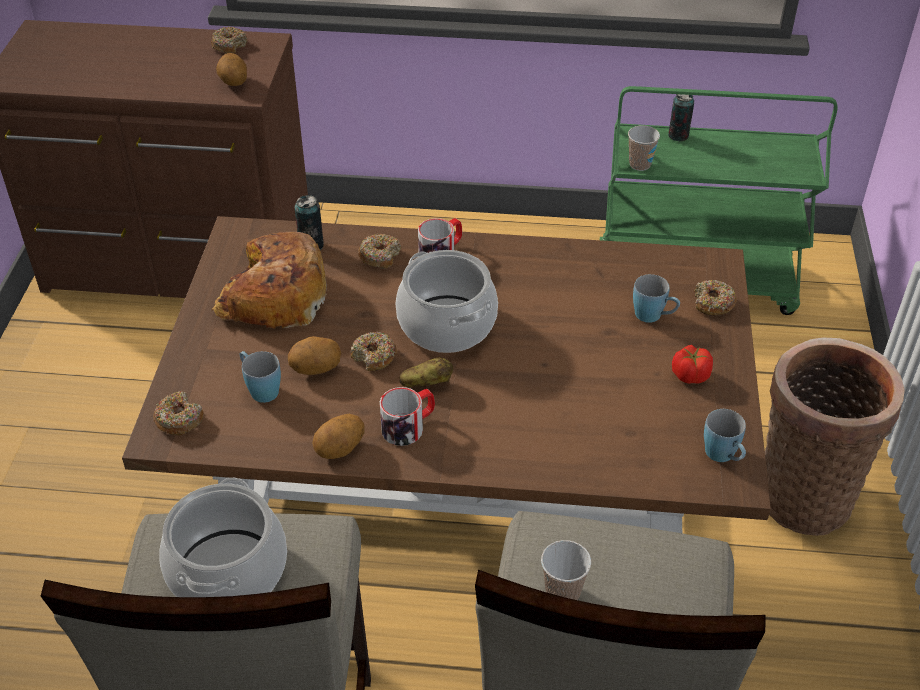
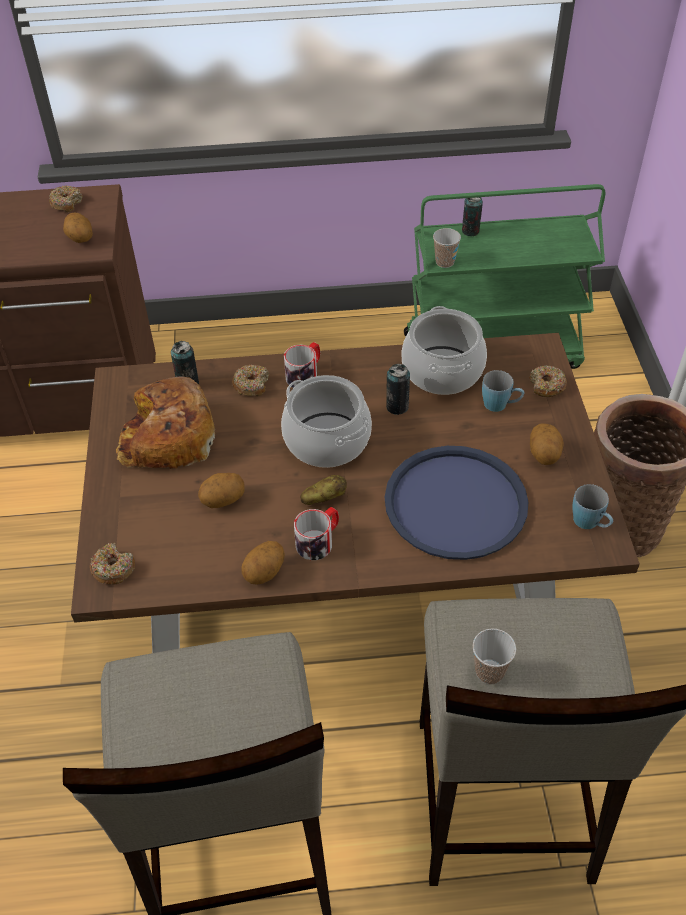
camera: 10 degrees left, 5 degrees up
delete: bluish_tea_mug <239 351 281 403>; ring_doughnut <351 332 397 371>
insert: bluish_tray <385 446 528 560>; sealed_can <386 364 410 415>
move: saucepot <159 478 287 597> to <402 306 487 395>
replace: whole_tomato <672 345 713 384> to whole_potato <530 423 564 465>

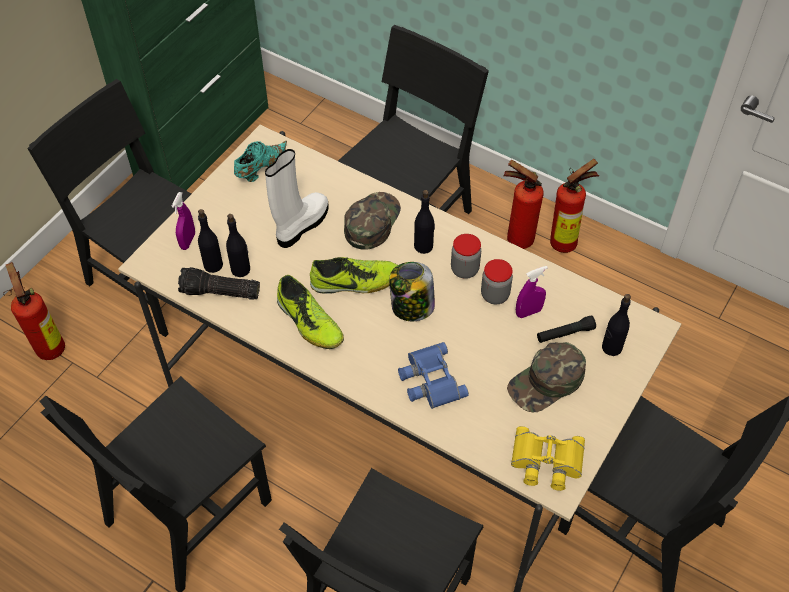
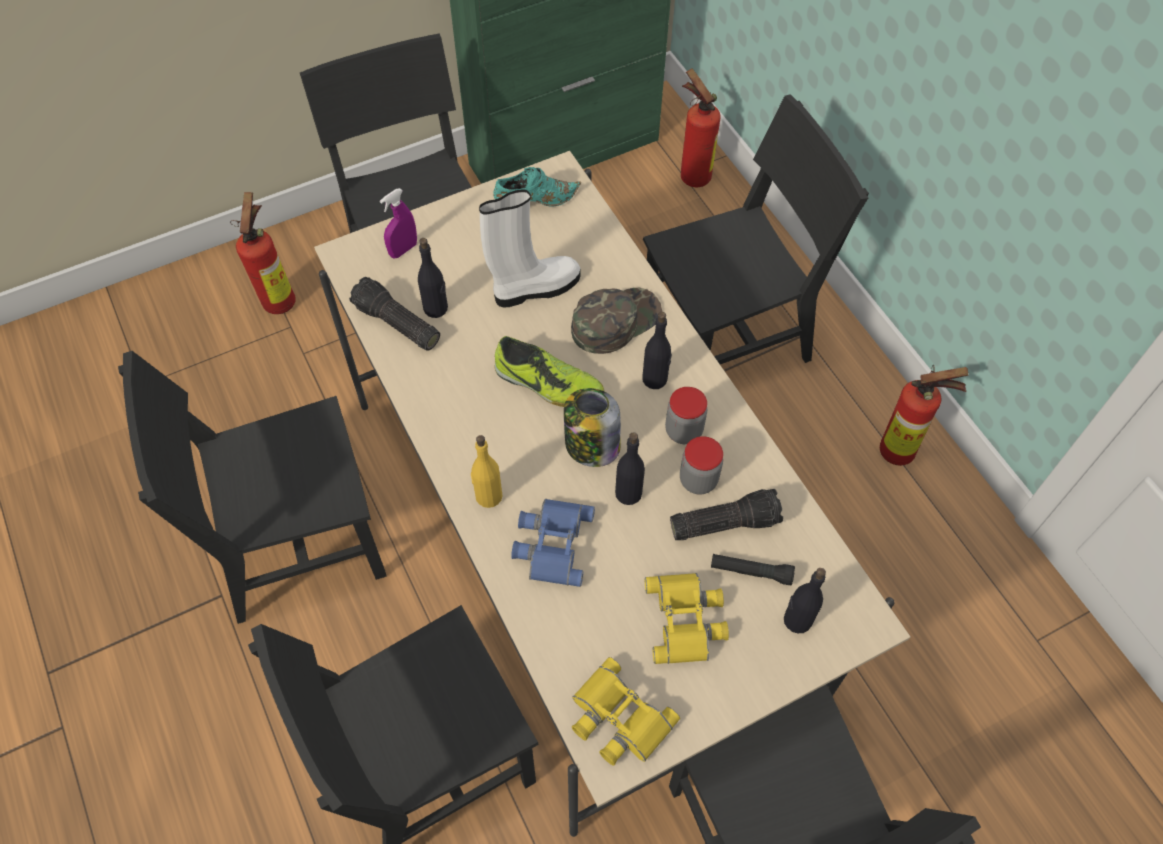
camera: 30 degrees right, 5 degrees up
delete: item_of_footwear <277 275 344 349>
insert: yellowish_bottle <471 435 503 508>
move: blackish_bottle <198 209 223 273> to <615 432 645 505>; fire-fighting_cylinder <503 160 544 249> to <681 68 720 187>
replace: greenish_baseball_cap <507 342 586 412> to yellowish_field_glasses <645 573 729 664>; purplish_sprayer <516 266 548 318> to torch <670 489 783 540>

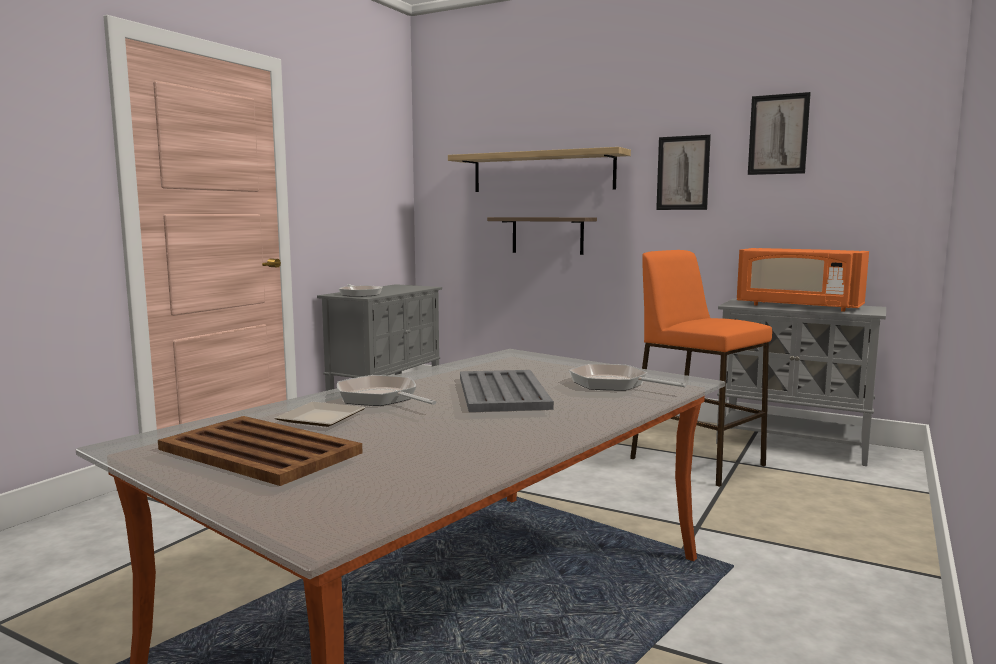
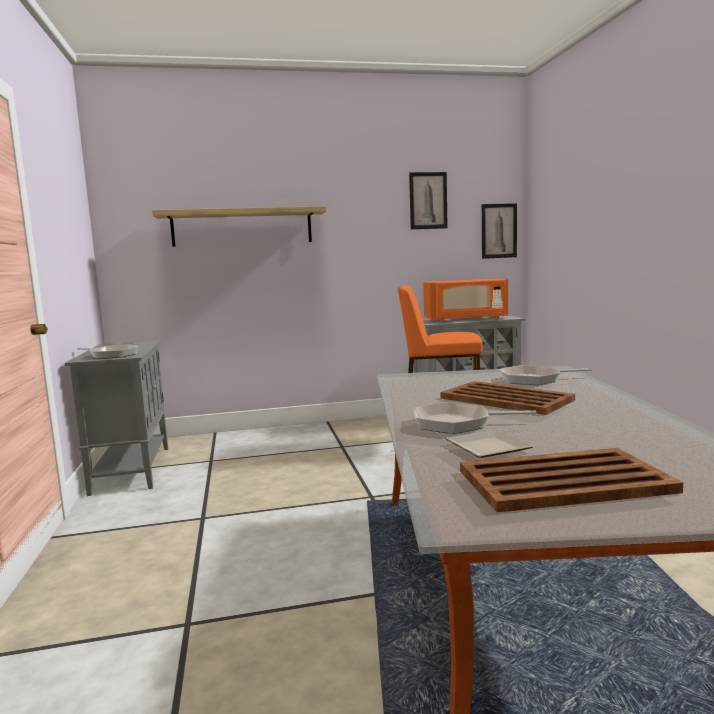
camera: 40 degrees left, 0 degrees up
delete: wall_shelf <487 217 597 255>
move: wall_picture <656 135 711 210> to <482 203 517 259>
recolor: gray_tray <460 370 554 412> to brown-coloured_tray <440 381 575 415>

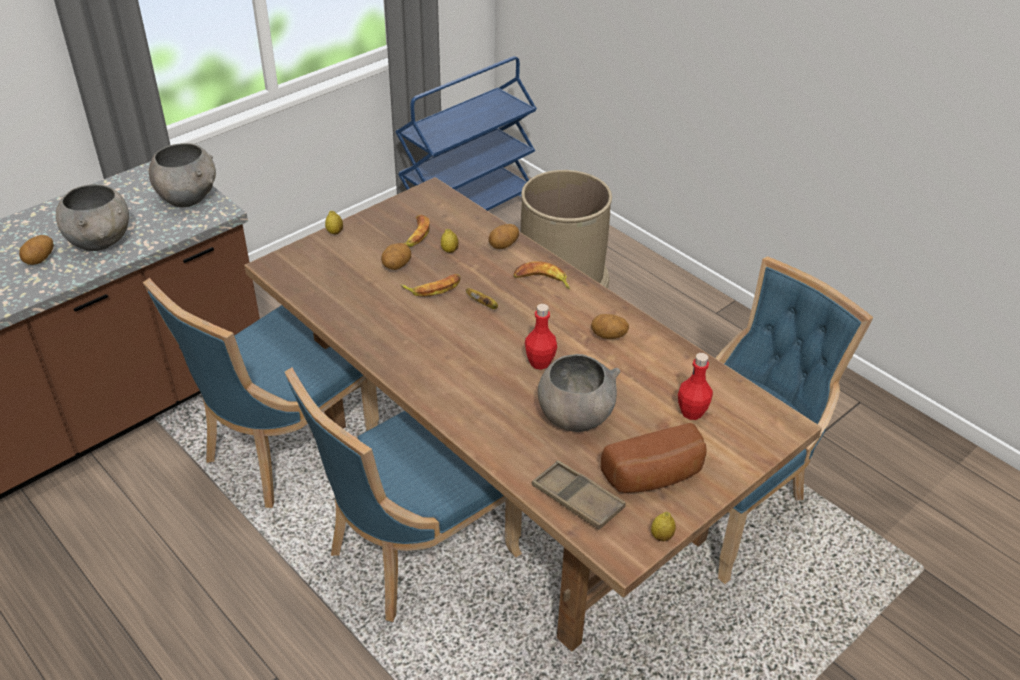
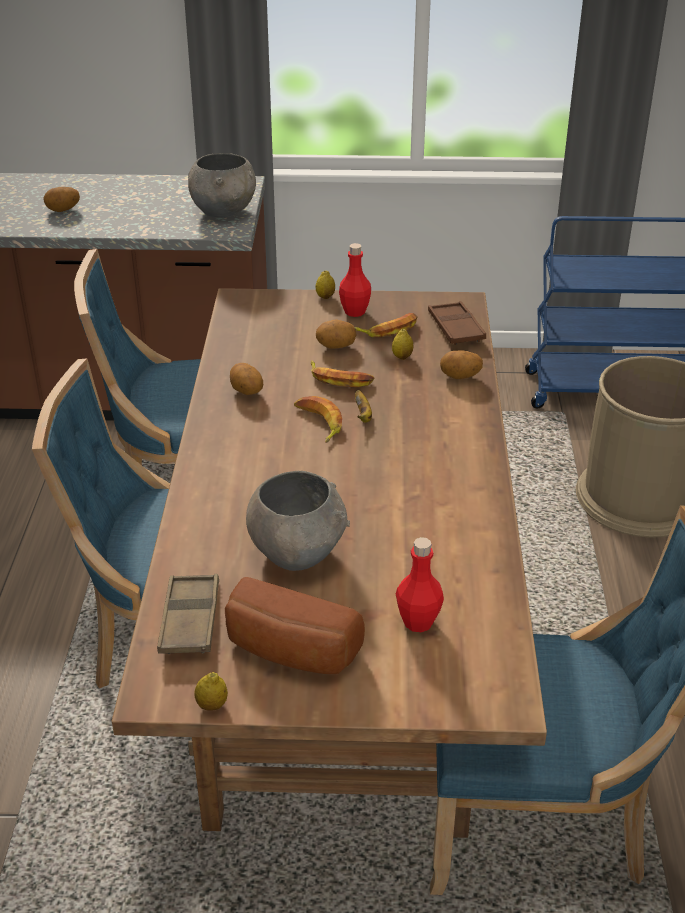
camera: 45 degrees right, 5 degrees down
delete: gray_deep_dish <56 184 129 251>
insert: brown-coloured_tray <428 301 486 345>
move: banana <513 261 570 290> to <294 396 342 443>; reddish_bottle <525 304 557 370> to <339 243 371 317>; whole_potato <591 314 629 339> to <230 363 263 395>

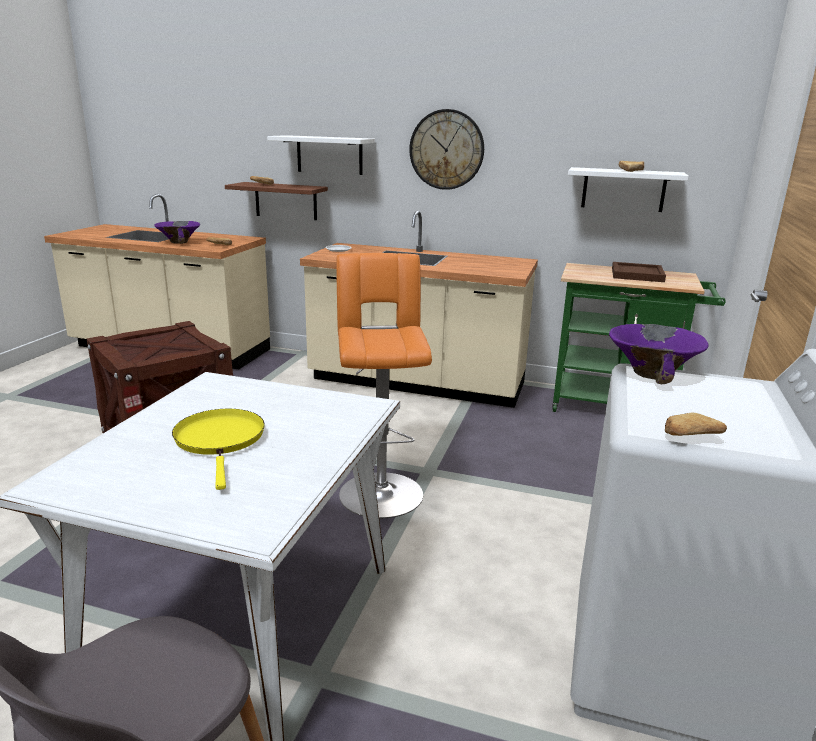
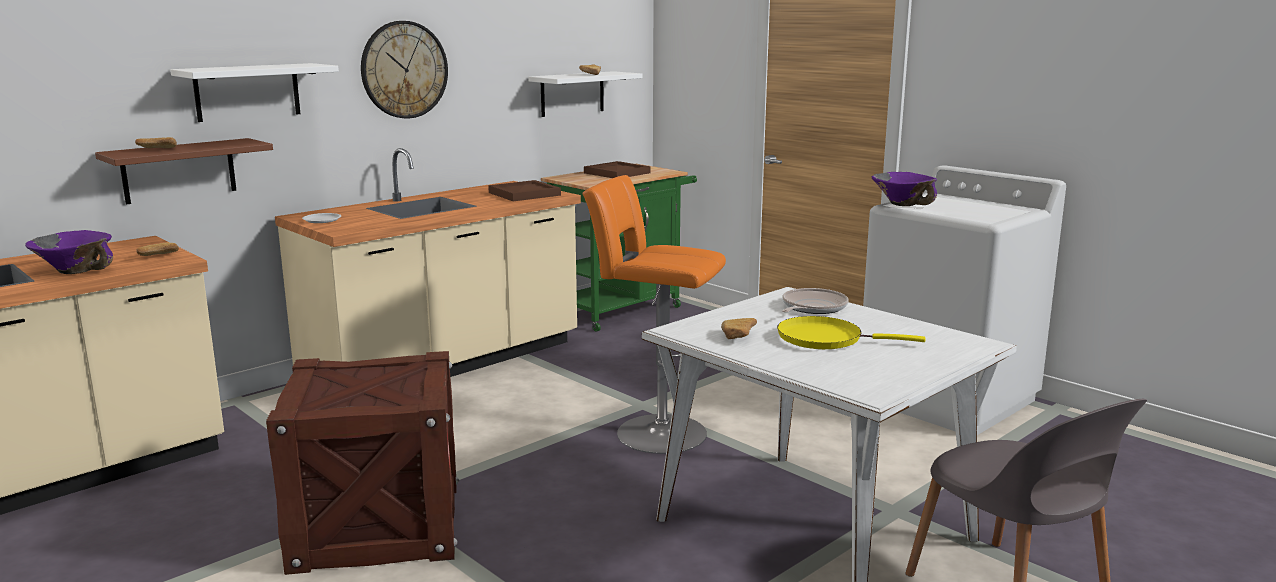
camera: 60 degrees left, 5 degrees down
insert: brown-coloured_tray <488 180 561 201>; frying_pan <782 288 849 314>
move: baked_bread <665 413 727 436> to <721 318 757 339>

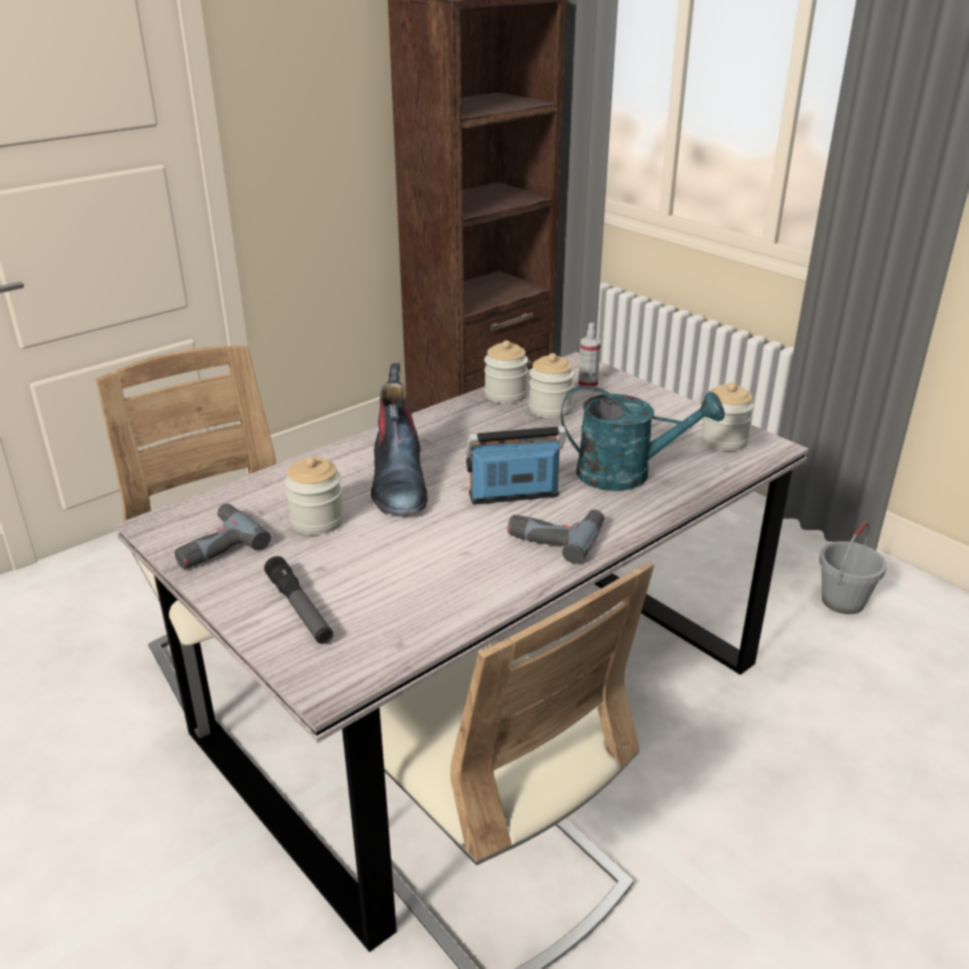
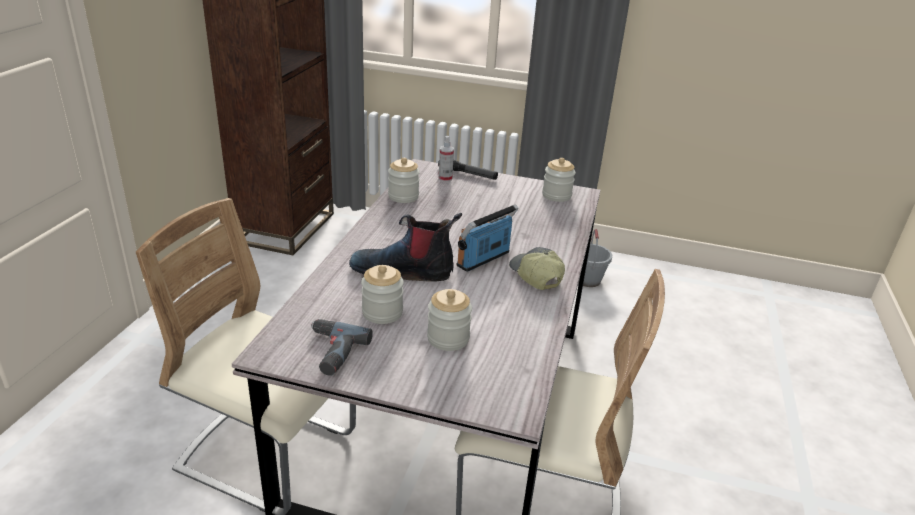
camera: 35 degrees left, 0 degrees up
delete: blue-green_sprinkling_can <561 385 725 491>
move: torch <264 556 333 644> to <438 160 498 180>; preserve_jar <529 353 575 418> to <427 289 472 351>
replace: electric_drill <508 510 604 564> to baseball_cap <509 247 565 290>
rotate: boot <371 363 427 515> = <349 213 462 282> 135 degrees clockwise

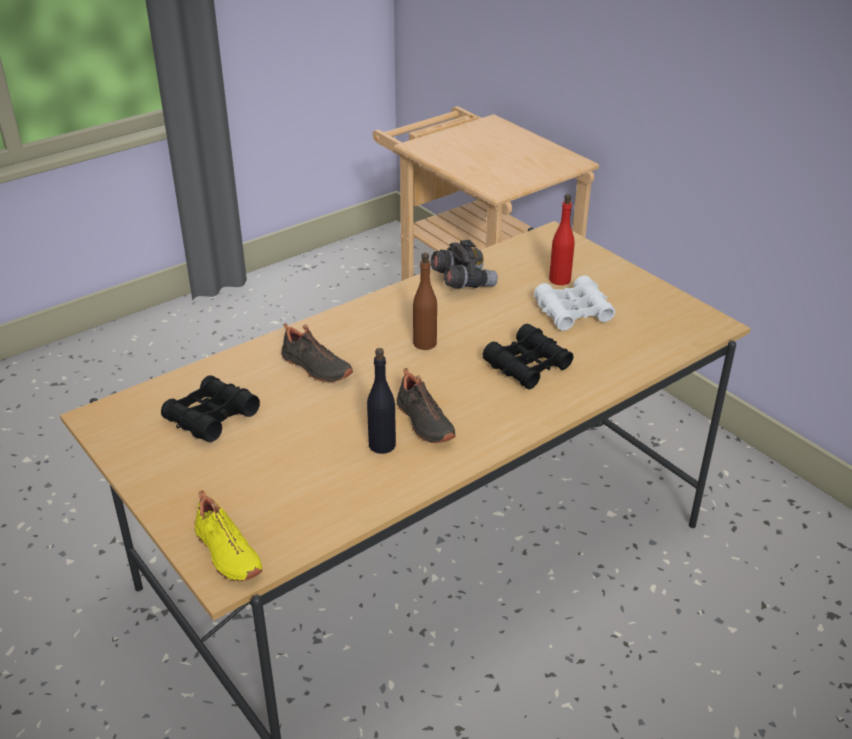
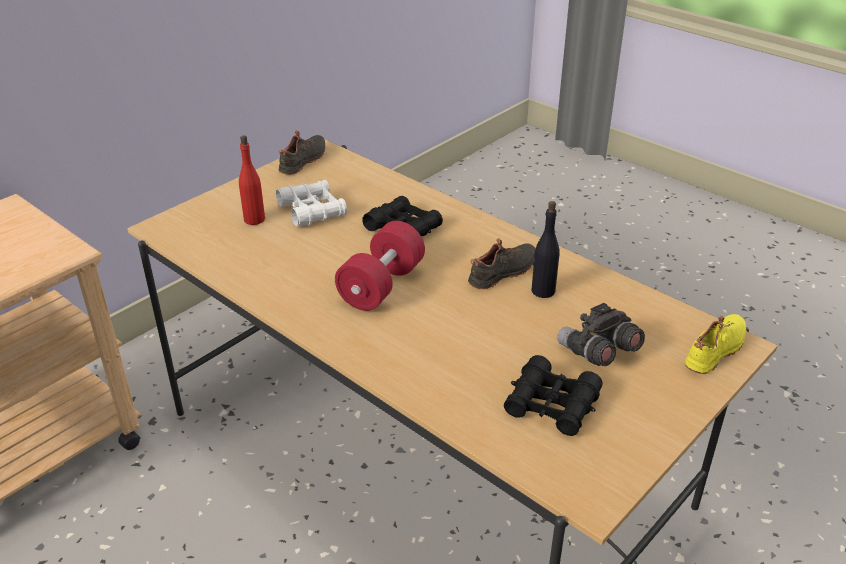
camera: 100 degrees left, 0 degrees up
move: blackish_item_of_footwear <281 323 353 383> to <278 130 325 175>; gray_field_glasses <431 240 498 289> to <557 303 645 366>
replace: brown-coloured_bottle <413 253 437 350> to reddish_free_weight <335 221 425 311>

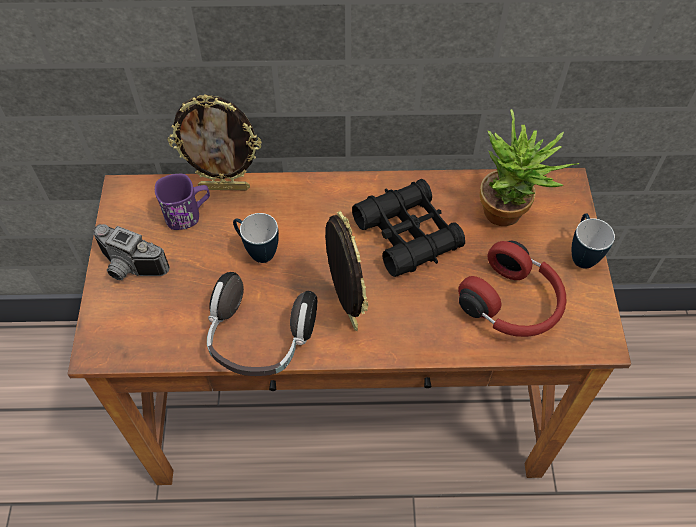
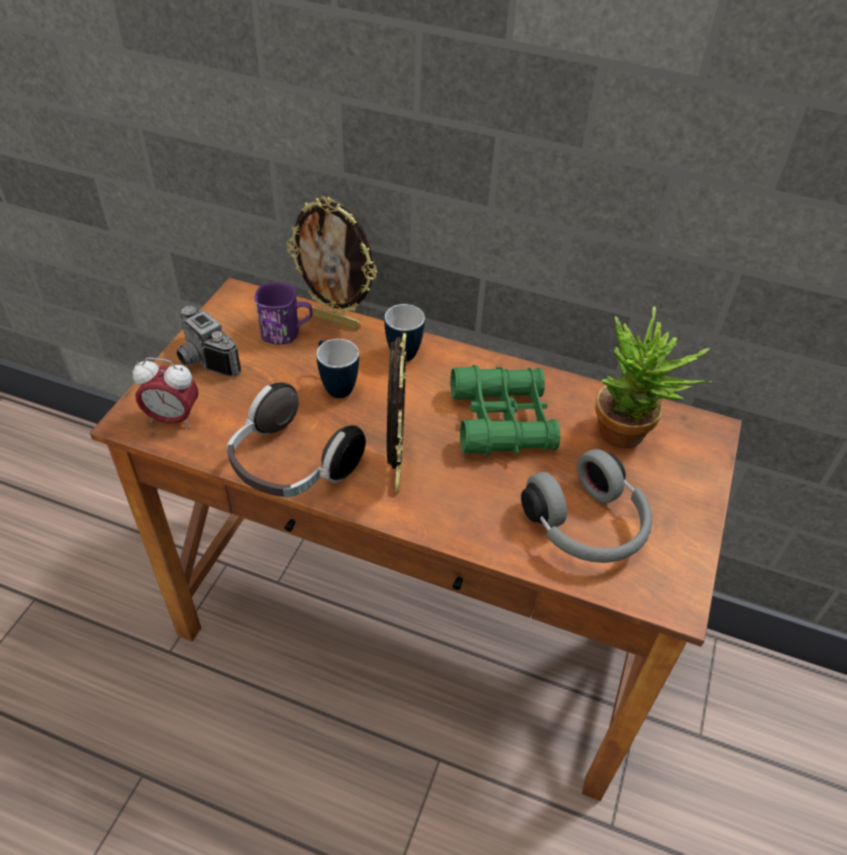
camera: 20 degrees right, 10 degrees down
insert: table_clock <133 357 198 428>
move: tea_mug <572 213 615 269> to <384 304 425 361>
recolor: blackish_field_glasses <352 179 465 277> to greenish_field_glasses <450 365 560 456>; reddish_headphones <458 241 567 337> to gray_headphones <521 449 652 563>

